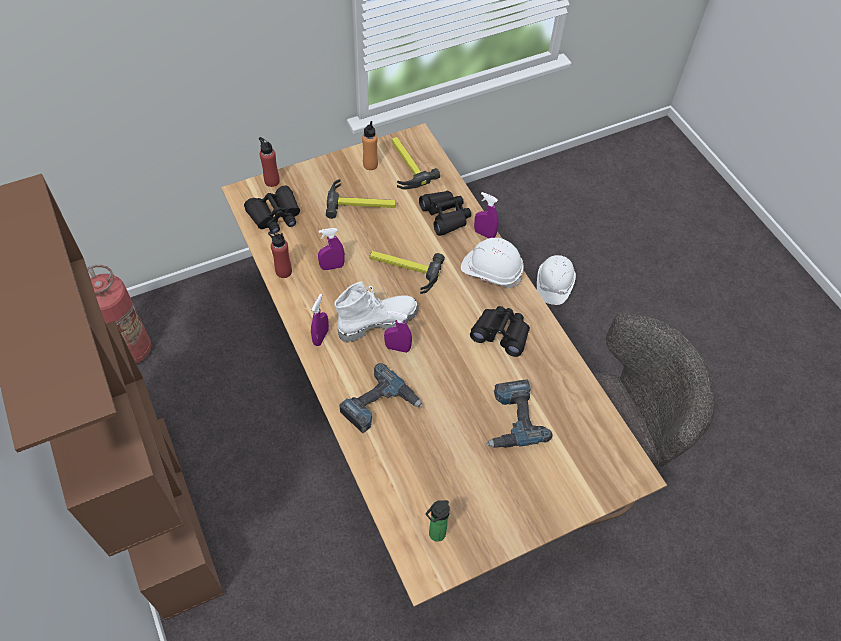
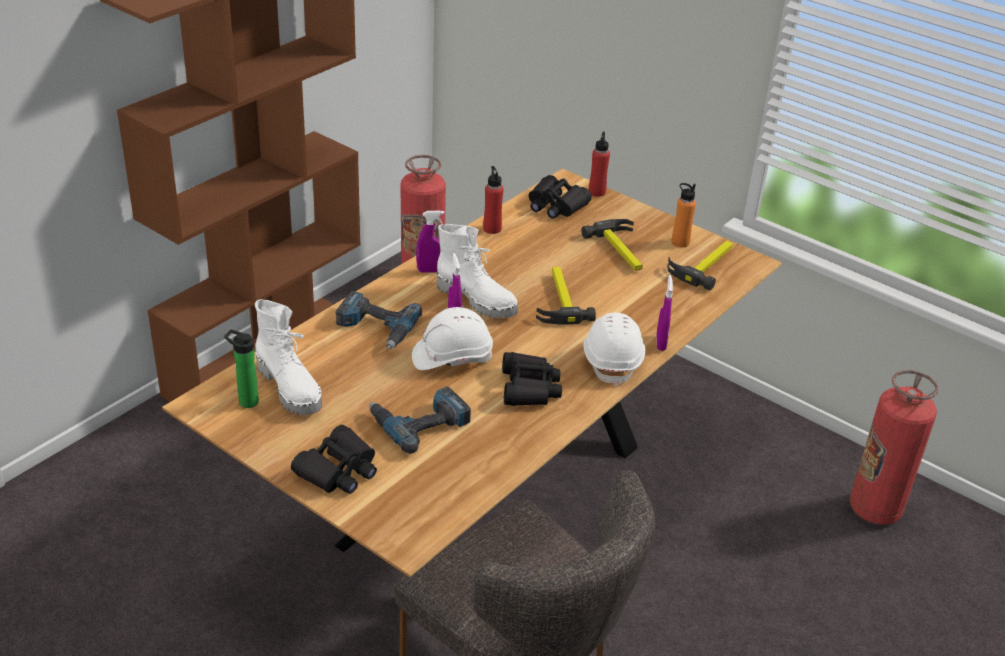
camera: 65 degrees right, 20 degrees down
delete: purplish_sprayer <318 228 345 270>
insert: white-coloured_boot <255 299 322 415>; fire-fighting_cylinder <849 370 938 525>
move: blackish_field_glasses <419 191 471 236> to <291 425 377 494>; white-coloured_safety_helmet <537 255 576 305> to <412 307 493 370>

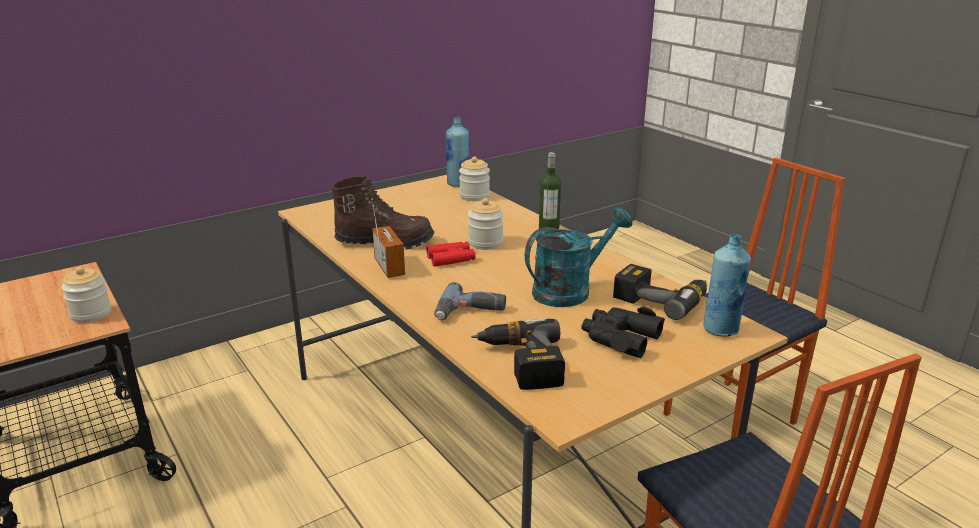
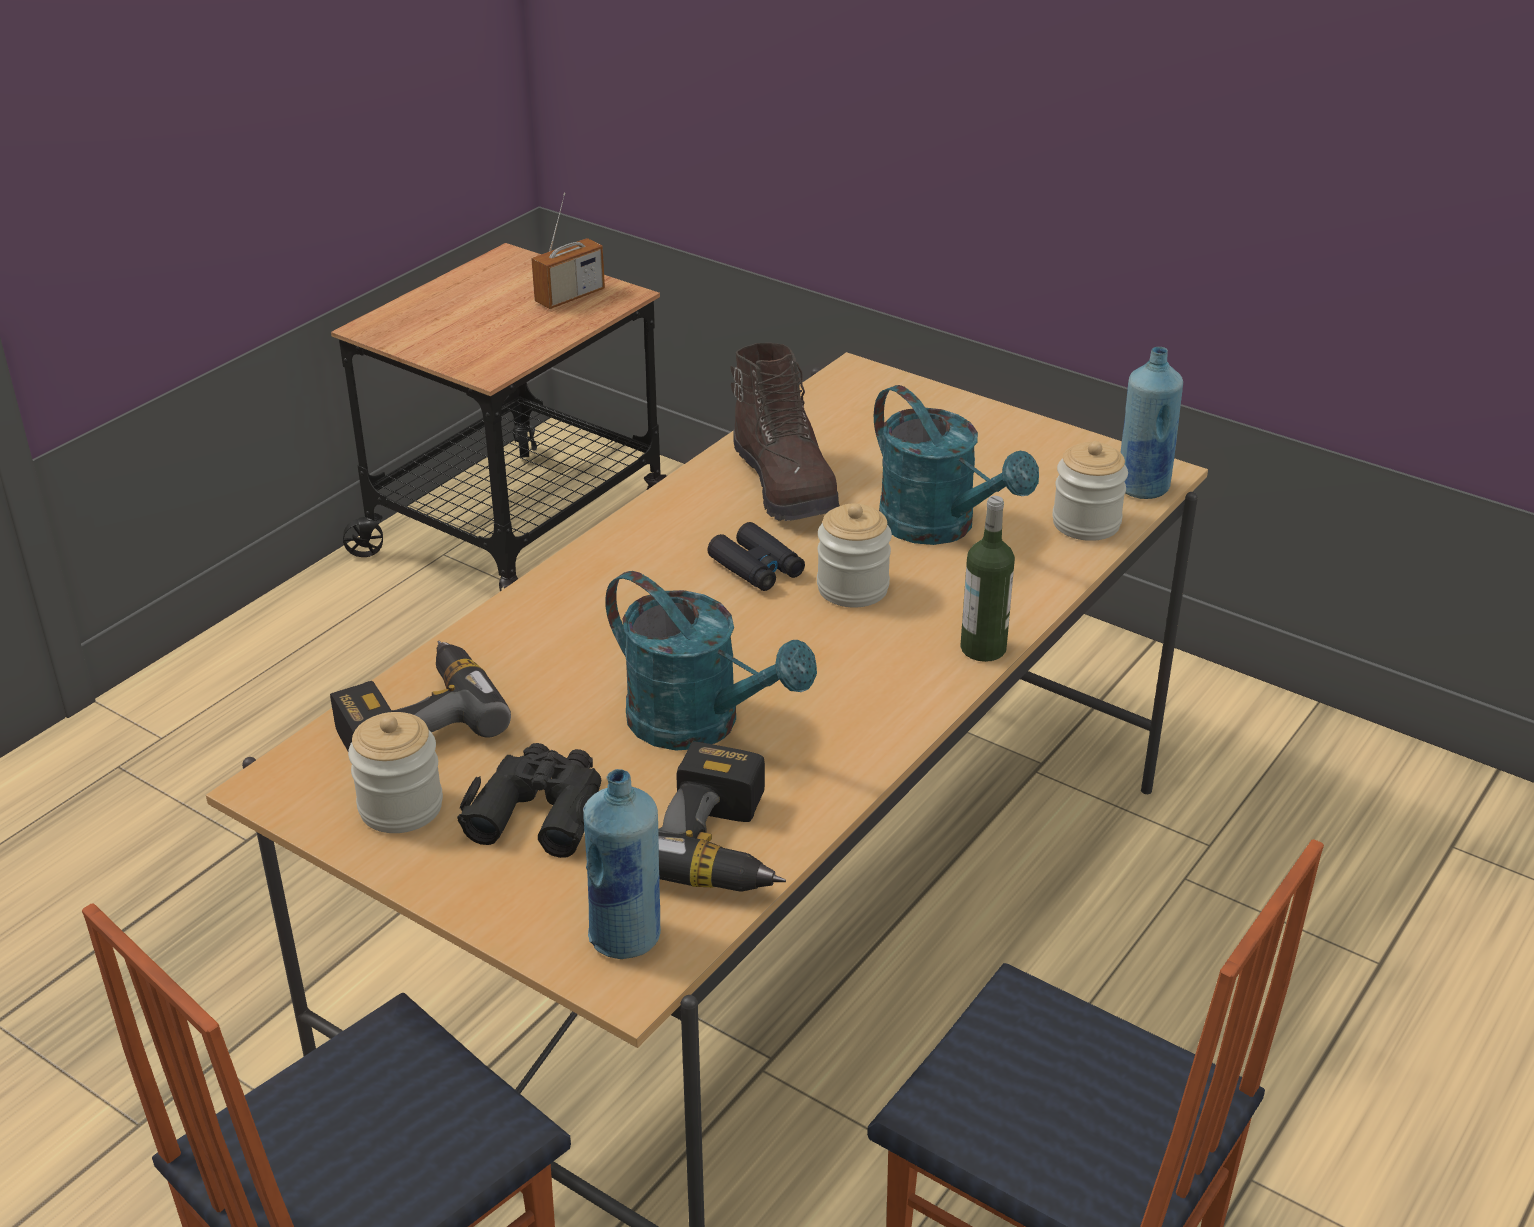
camera: 70 degrees right, 10 degrees up
delete: electric_drill <434 282 506 320>
insert: blue-green_sprinkling_can <874 385 1039 545>
move: preserve_jar <61 267 111 323> to <348 712 443 833>; radio_receiver <371 198 405 278> to <531 192 605 309>
recolor: reddish_field_glasses <426 241 475 267> to blackish_field_glasses <707 522 805 591>

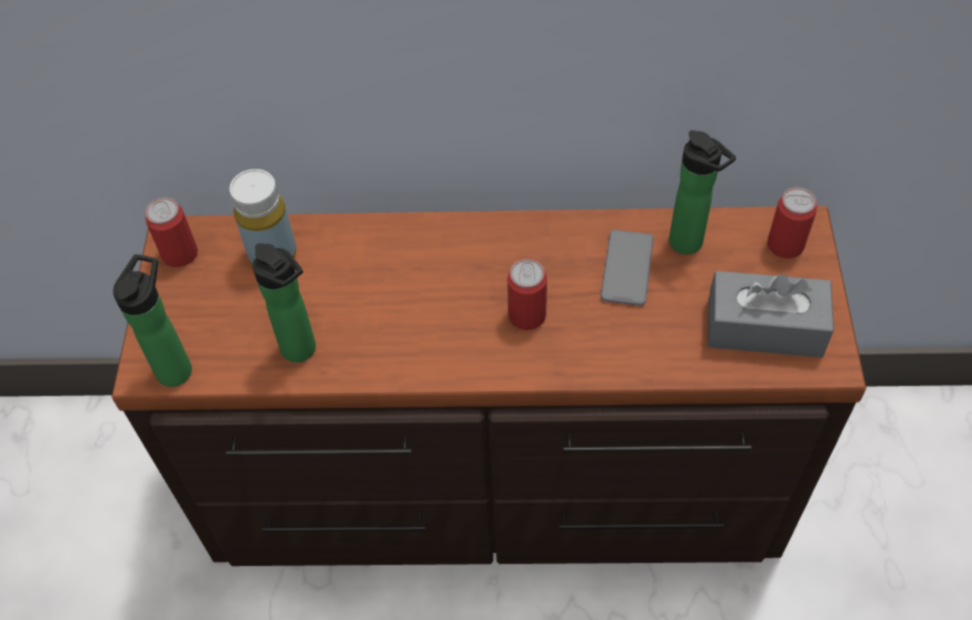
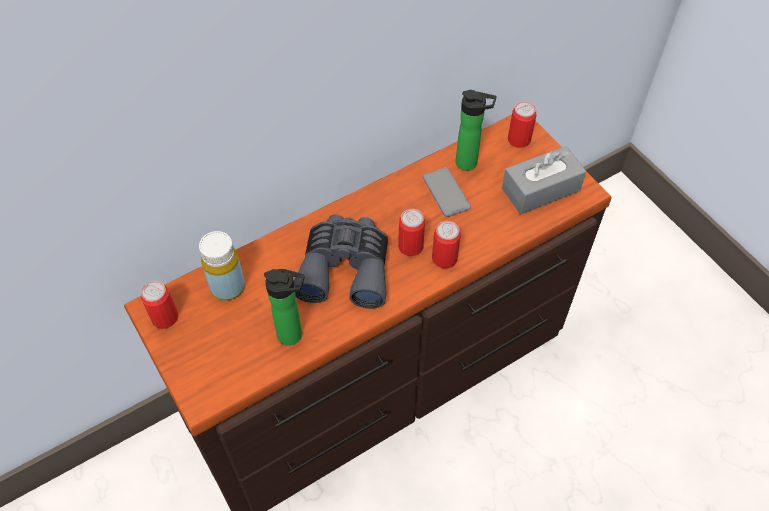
camera: 35 degrees left, 0 degrees up
delete: bottle <113 254 192 387>
insert: gray_field_glasses <294 215 388 309>; sealed_can <432 221 461 269>

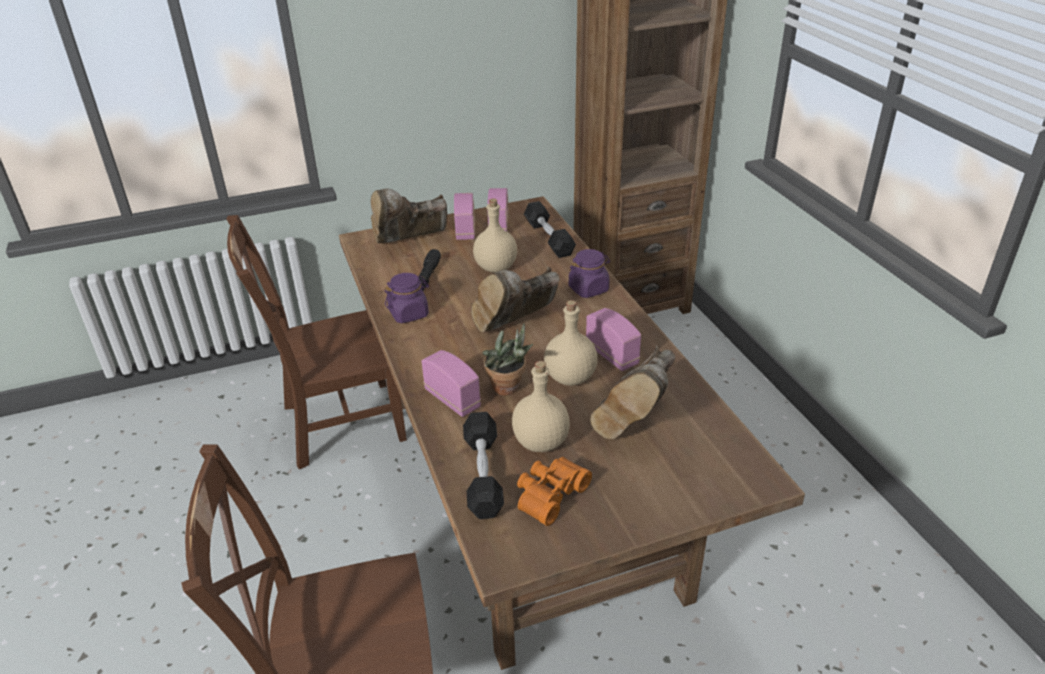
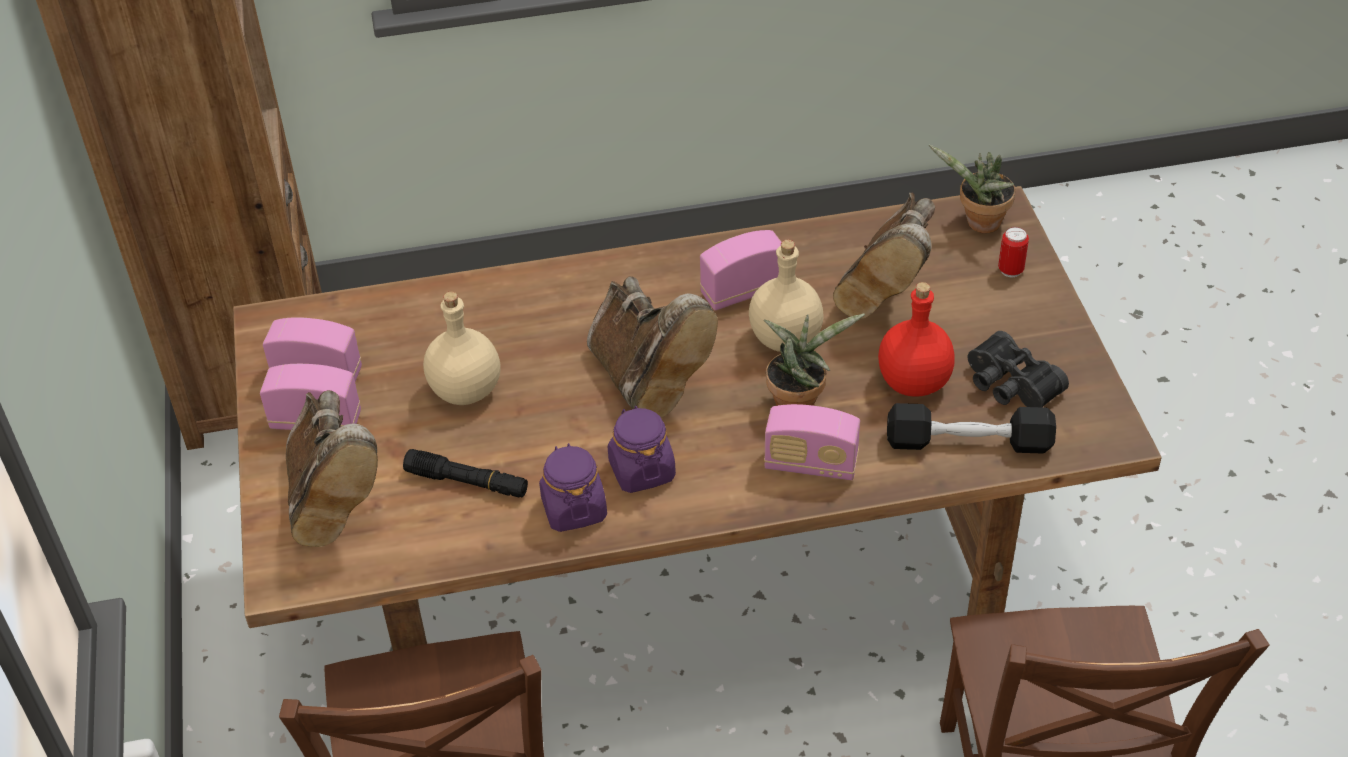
camera: 80 degrees left, 10 degrees up
delete: blackish_free_weight <524 201 576 258>
insert: plant_in_a_pot <929 145 1016 233>; sealed_can <998 227 1029 277>
move: purplish_preserve_jar <569 249 610 298> to <608 406 676 493>
recolor: beige_bottle <512 361 570 452> to reddish_bottle <878 282 955 397>; orangey_field_glasses <517 457 592 526> to blackish_field_glasses <968 331 1069 407>
rotate: radio_receiver <422 350 481 417> = <764 404 860 480> 135 degrees counterclockwise; brown-coloured_boot <590 345 675 439> = <833 193 935 319> 75 degrees clockwise

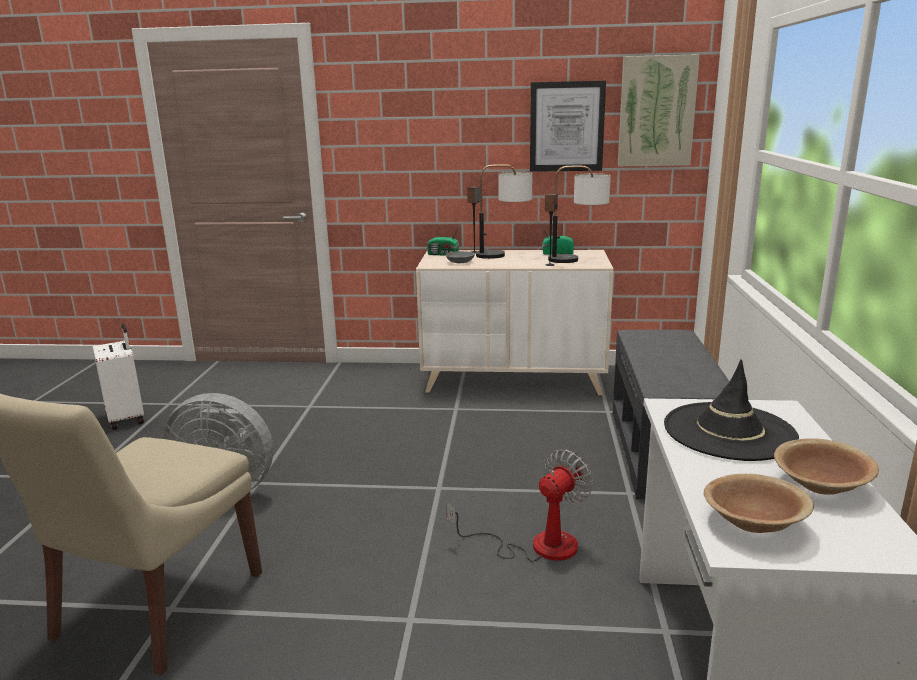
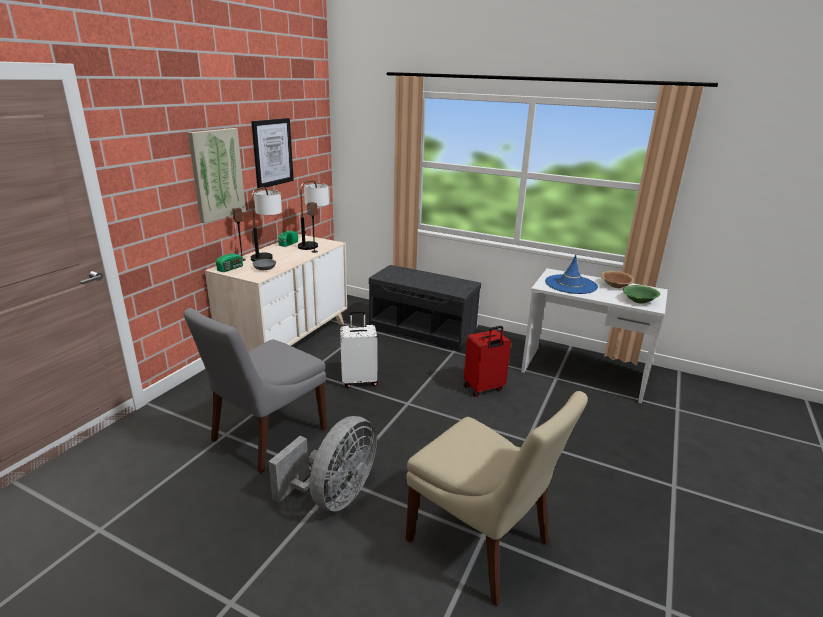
camera: 70 degrees left, 5 degrees up
insert: gray_plain_chair <184 308 327 473>
move: white-coloured_suitcase <93 324 144 430> to <340 311 378 388>; wall_picture <618 54 700 166> to <188 128 246 223>
replace: electric_fan <446 450 593 562> to reddish_suitcase <464 326 511 397>
recolor: blackish_hat <664 359 799 461> to bluish_hat <545 255 598 294>; brown-coloured_deep_dish <704 474 814 533> to greenish_deep_dish <623 285 660 304>

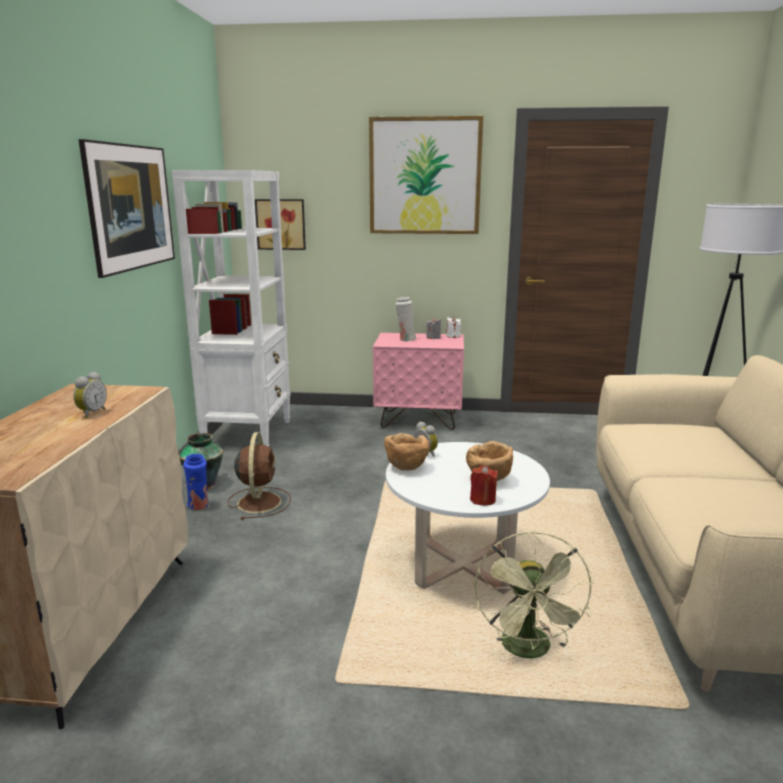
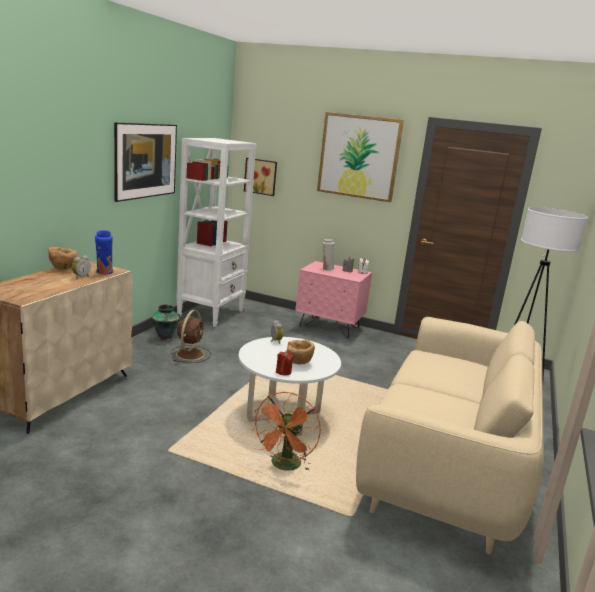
camera: 15 degrees right, 0 degrees up
move: bluish_decorative_vase <183 454 210 510> to <95 230 114 275>; brown-coloured_deep_dish <384 433 430 471> to <48 247 78 270>
recolor: greenish_electric_fan <474 531 594 658> to orangey_electric_fan <251 392 321 471>

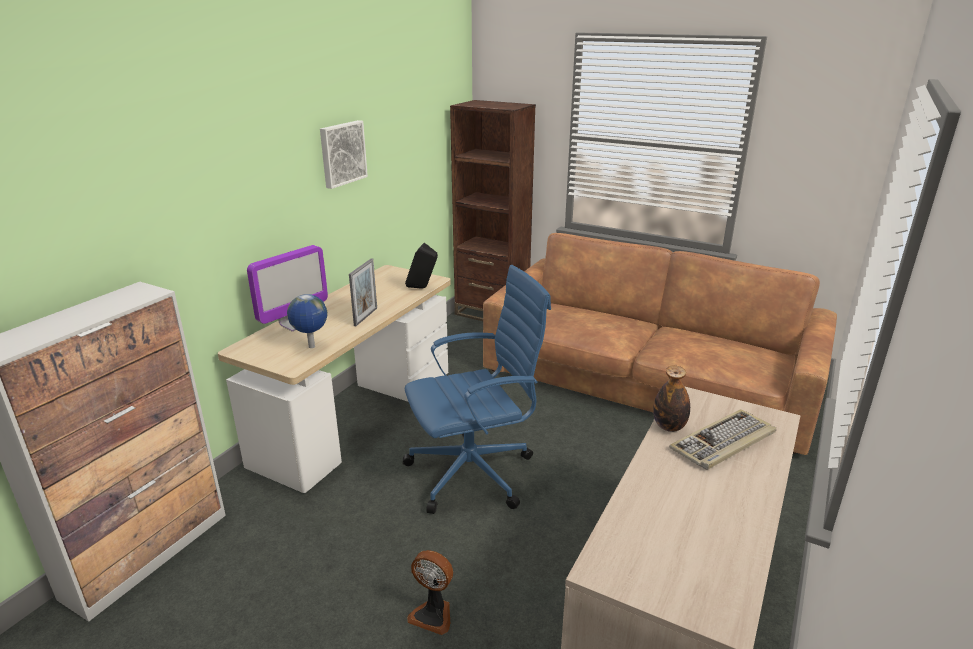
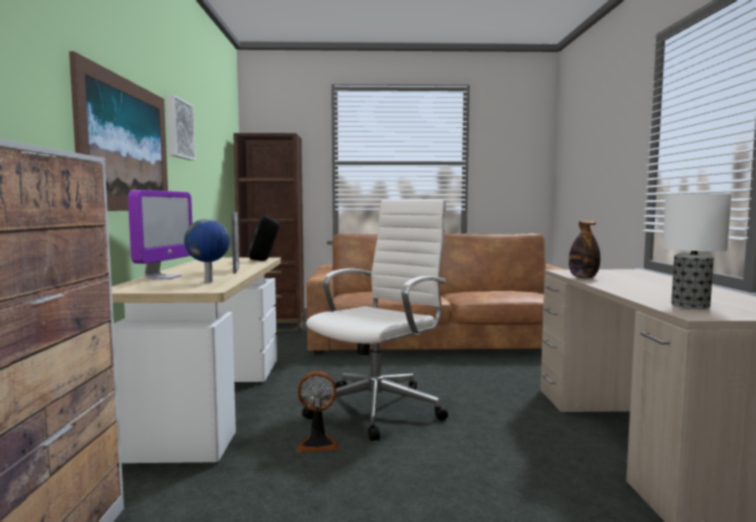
camera: 30 degrees left, 20 degrees down
delete: keyboard <669 409 776 470>
insert: wall_picture <69 51 168 211>; tabletop_lamp <663 194 731 309>
move: electric_fan <407 550 453 635> to <296 371 340 453>
recolor: bluish_computer_chair <403 265 551 514> to white-coloured_computer_chair <302 200 448 441>

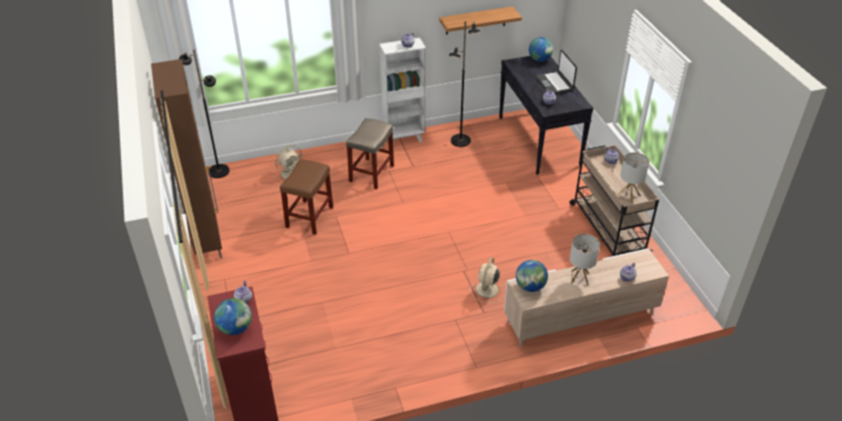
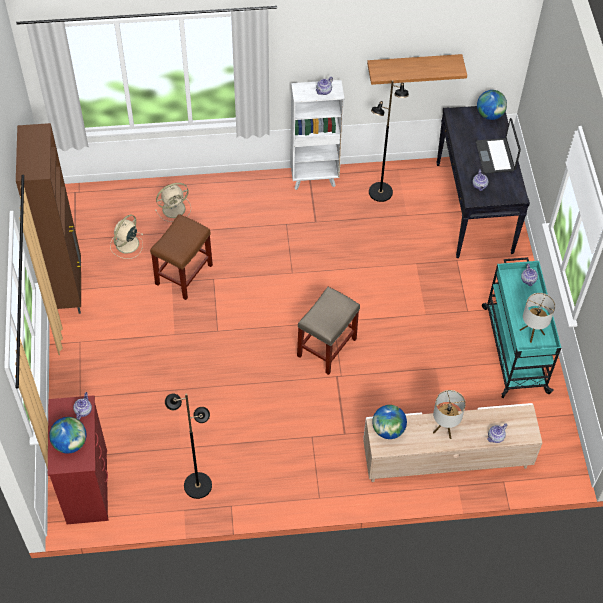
camera: 10 degrees right, 15 degrees up
move: blackish_standard_lamp <179 49 230 178> to <165 394 212 499>; beige_sitting_stool <346 118 394 189> to <297 287 360 375>; beige_electric_fan <470 257 503 303> to <110 215 144 259>
recolor: beige_wheeled_cart <569 145 659 257> to blue-green_wheeled_cart <482 257 561 398>

